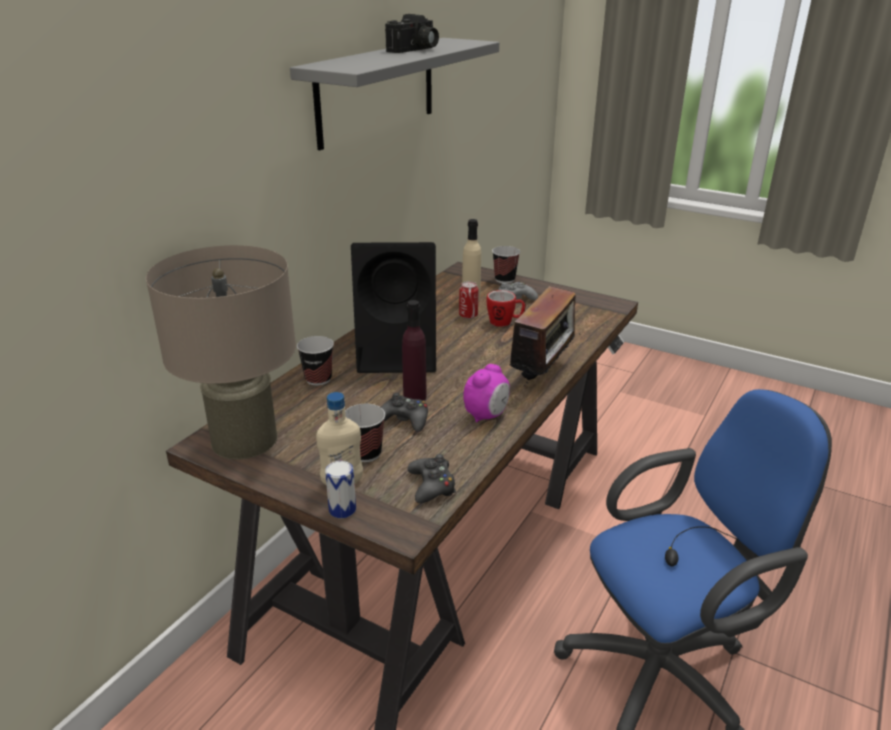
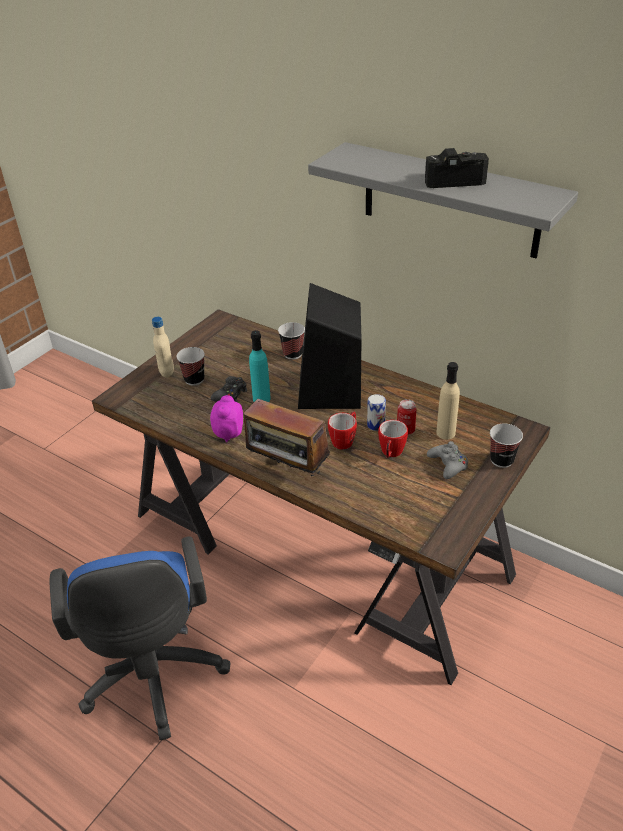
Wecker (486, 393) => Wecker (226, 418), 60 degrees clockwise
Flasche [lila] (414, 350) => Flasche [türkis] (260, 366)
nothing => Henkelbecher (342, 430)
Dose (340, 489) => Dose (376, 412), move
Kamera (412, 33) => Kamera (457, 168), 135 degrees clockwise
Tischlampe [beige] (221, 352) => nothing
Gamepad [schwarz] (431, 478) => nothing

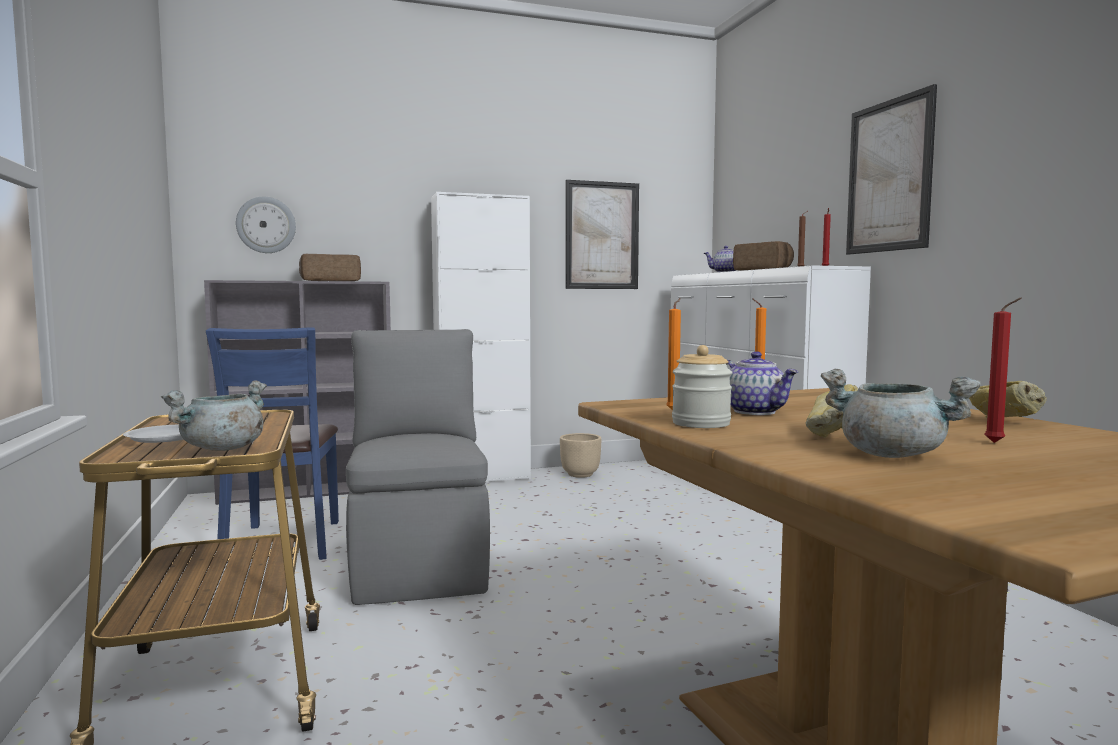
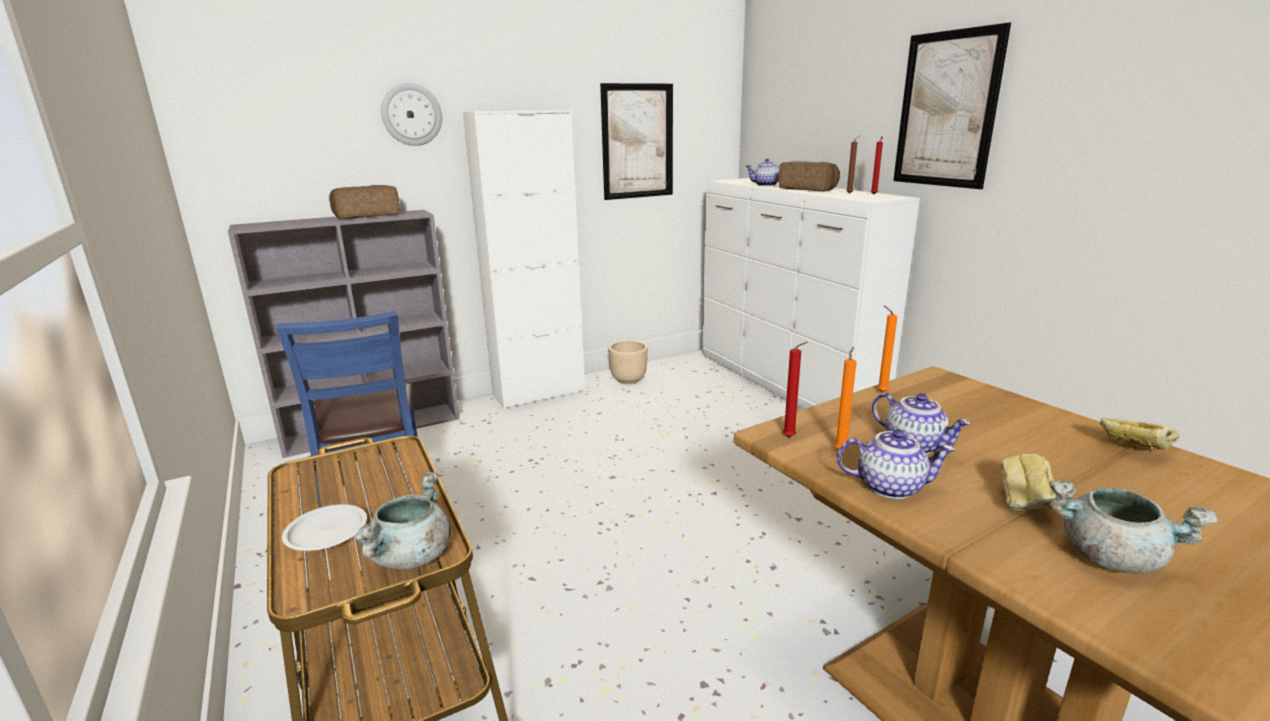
Wanduhr (266, 225) => Wanduhr (411, 114), move
Kerze [rot] (1003, 370) => Kerze [rot] (795, 389), move
Vorratsglas (702, 386) => Teekanne (896, 464)
Stuhl [grau] (418, 467) => nothing

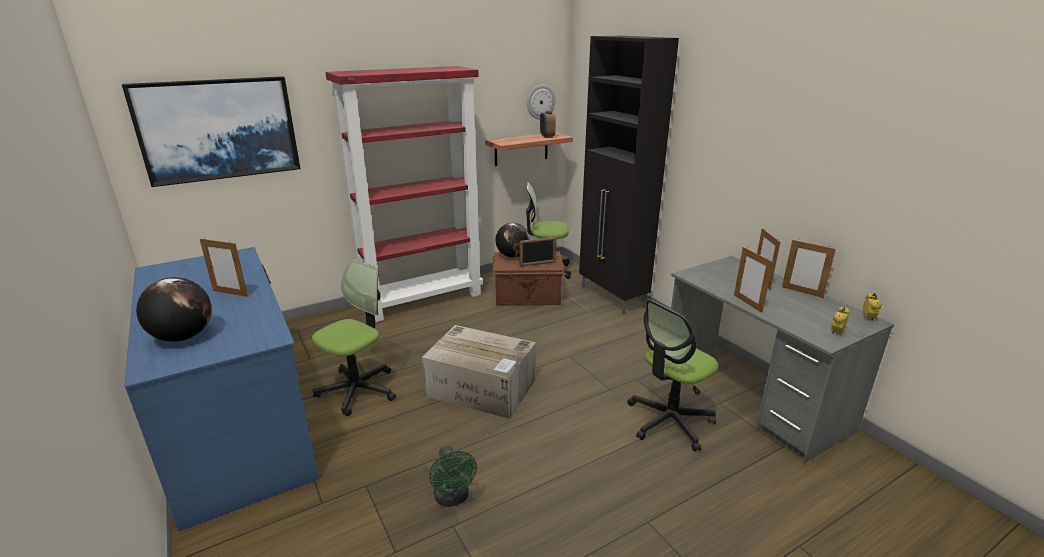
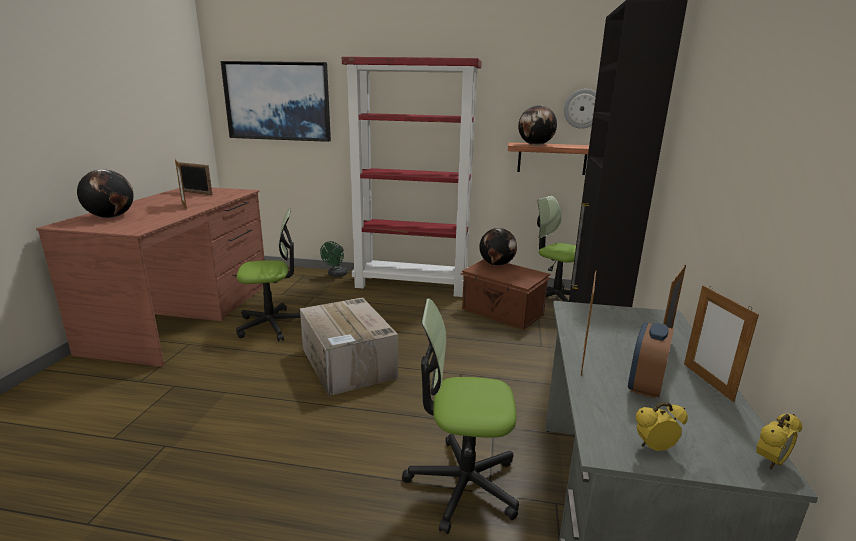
Schreibtisch [blau] (221, 389) => Schreibtisch [braun] (150, 277)
Bilderrahmen (538, 252) => Bilderrahmen (195, 178), move
Ventilator [grün] (453, 476) => Ventilator [grün] (333, 259), move
nothing => Globus (537, 125)
Wecker (548, 124) => Wecker (651, 360), move

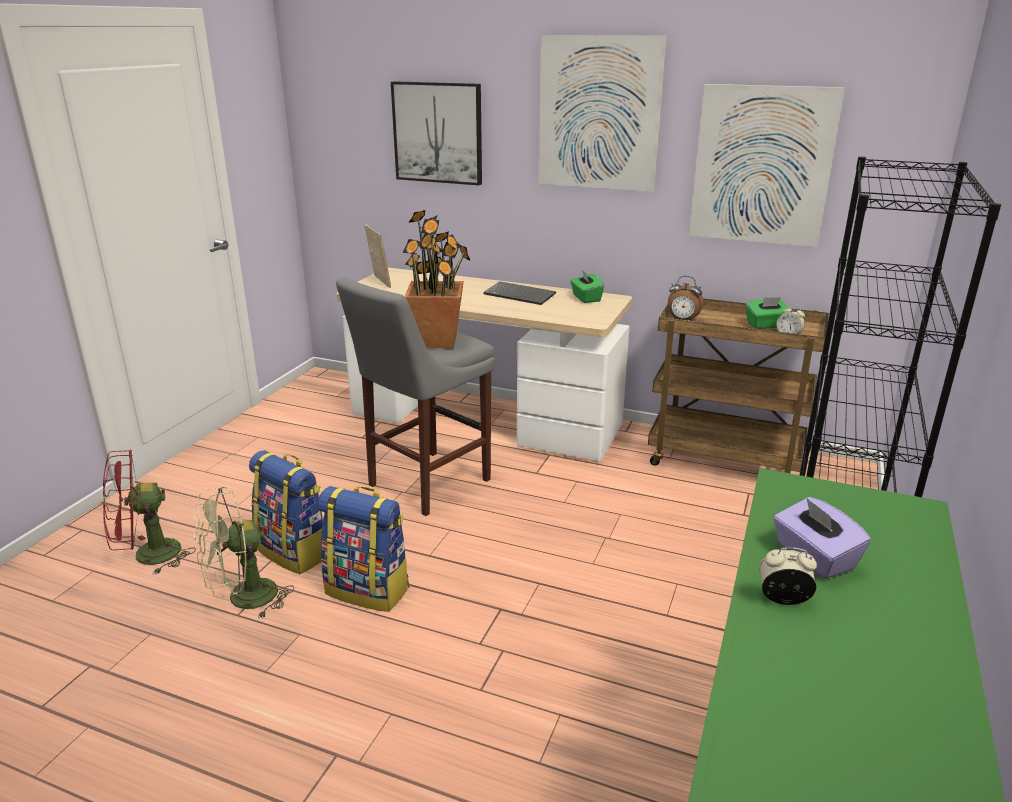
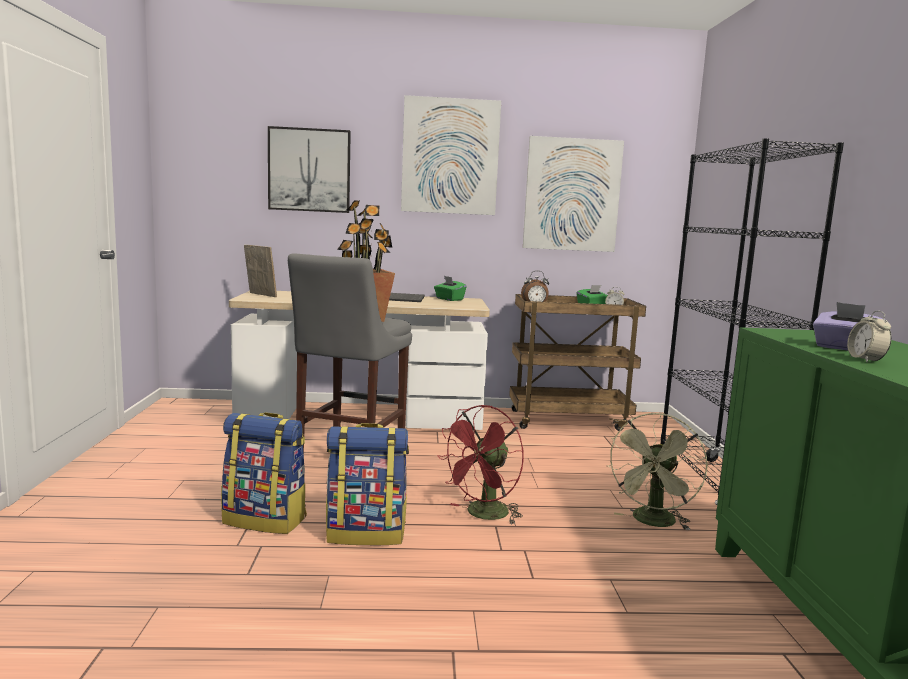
Ventilator [rot] (149, 512) => Ventilator [rot] (480, 465), move
Ventilator [grün] (244, 552) => Ventilator [grün] (657, 472), move
Wecker (788, 576) => Wecker (869, 336), 75 degrees counterclockwise

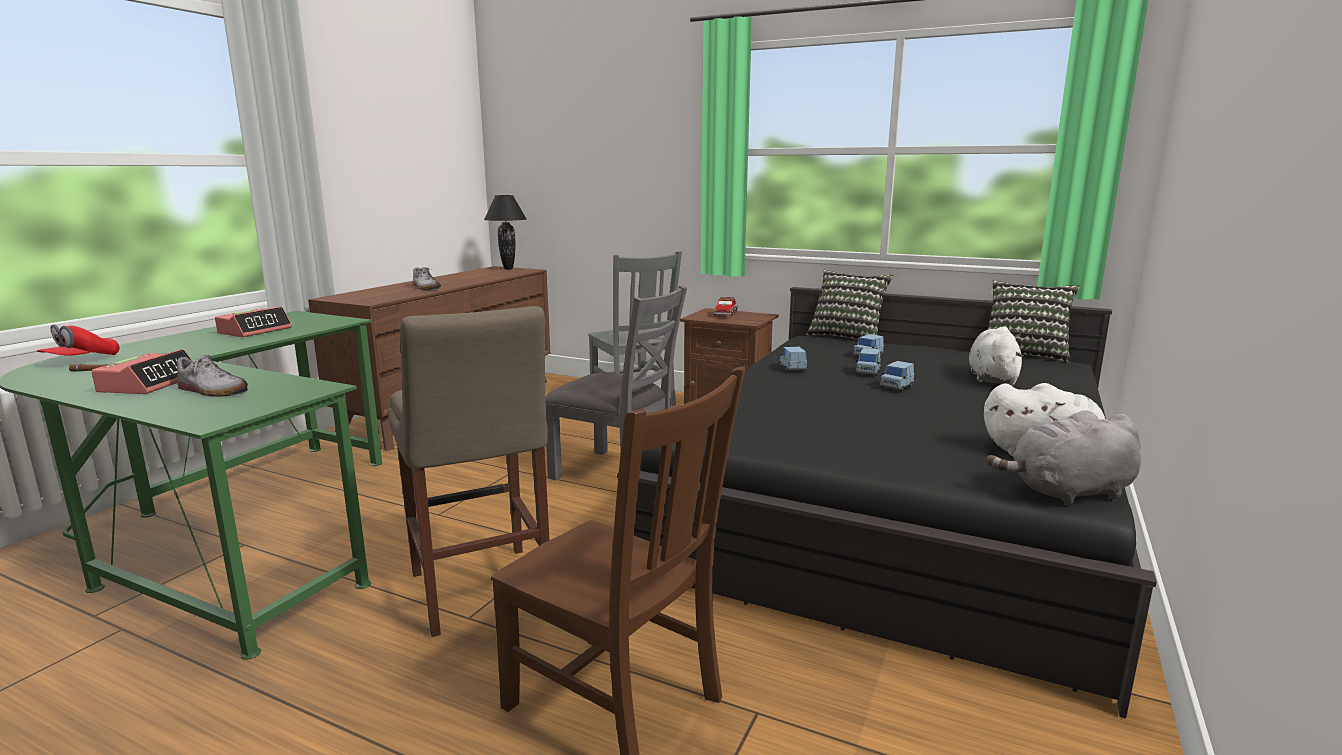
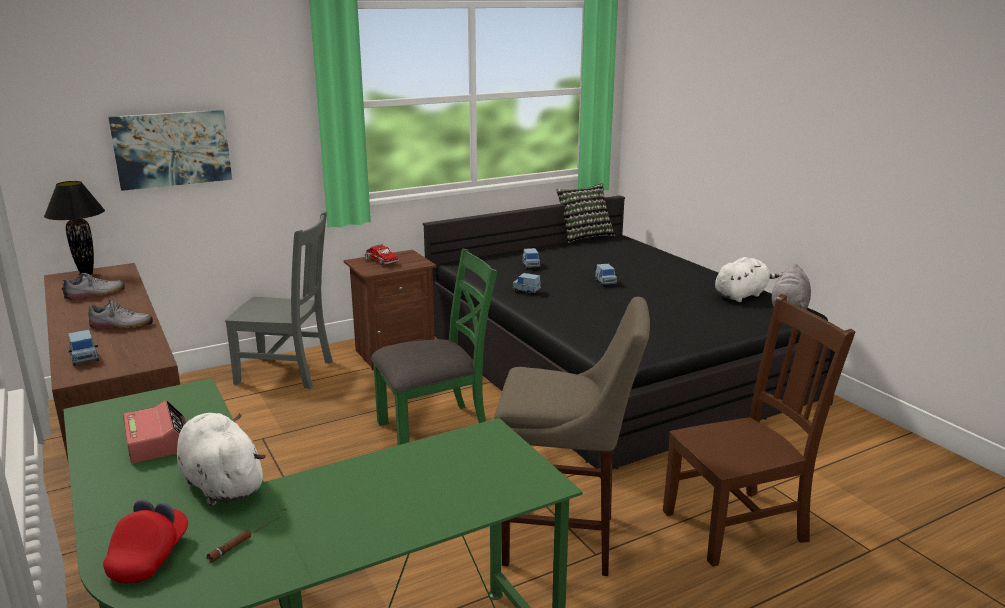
Schuh (212, 375) => Schuh (93, 286), move
Spielzeugauto [blau] (868, 362) => Spielzeugauto [blau] (83, 348), move
Kappe [rot] (78, 340) => Kappe [rot] (145, 542), 135 degrees counterclockwise
nothing => Bild (170, 150)
Plüschtier [weiß] (996, 356) => Plüschtier [weiß] (221, 459), move
Stuhl [grau] (616, 382) => Stuhl [grün] (434, 347)
Wecker (141, 371) => nothing
Kissen (850, 305) => nothing

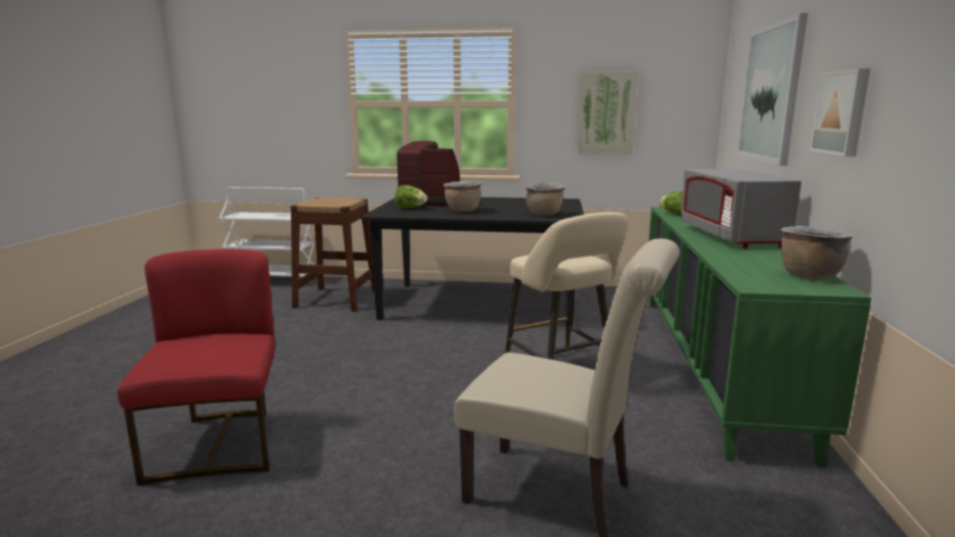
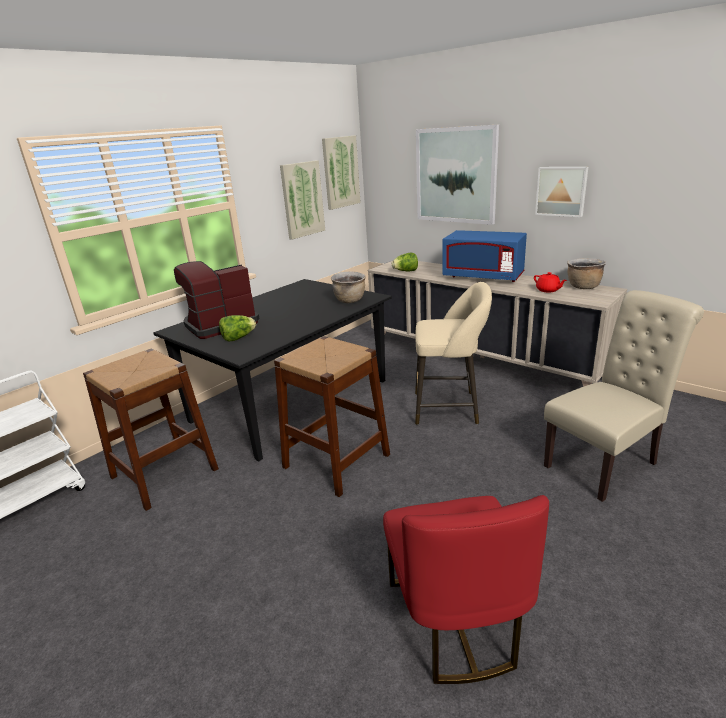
nothing => Hocker [braun] (332, 416)
nothing => Bild (341, 173)
Schrank [grün] (760, 337) => Schrank [beige] (497, 324)
Stuhl [rot] (196, 367) => Stuhl [rot] (466, 589), 120 degrees counterclockwise
Mikrowelle [grau] (740, 208) => Mikrowelle [blau] (484, 256)
nothing => Teekanne [rot] (550, 282)
Kochtopf [braun] (462, 196) => nothing

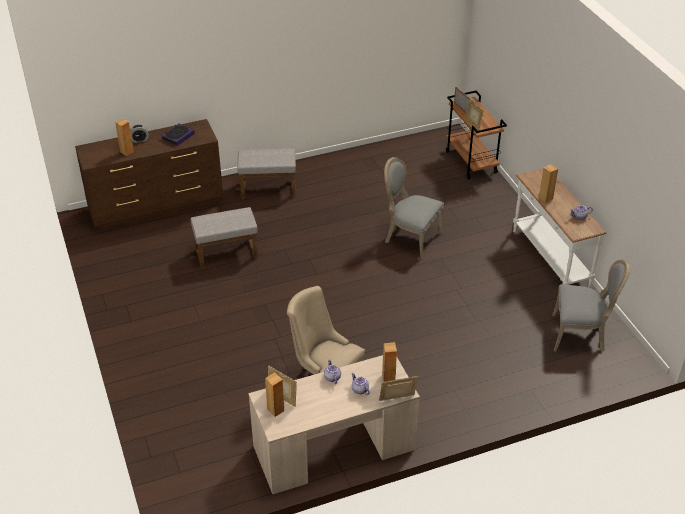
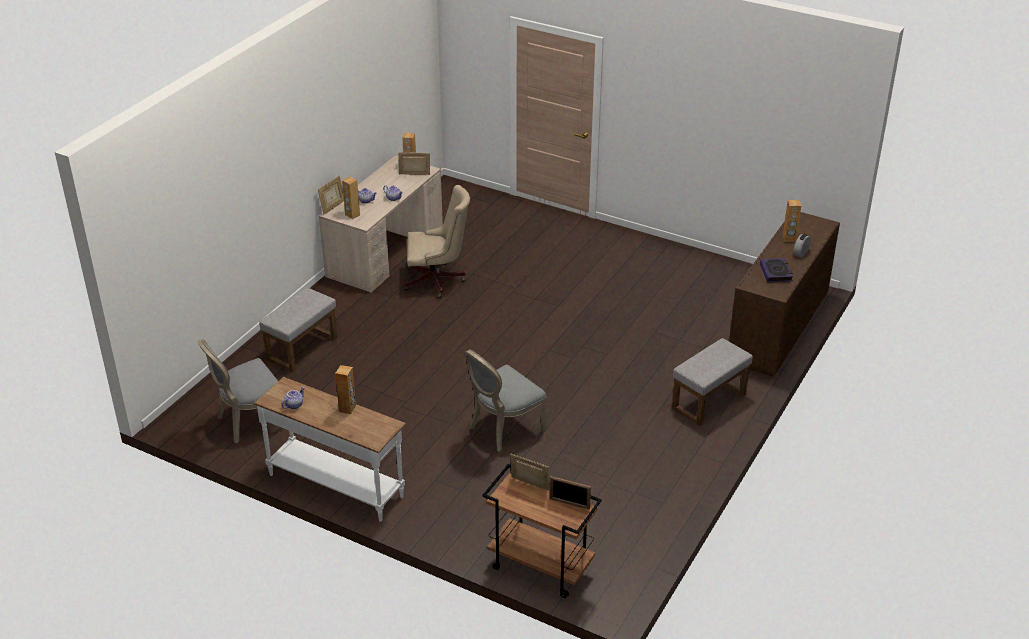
Polsterhocker [grau] (224, 237) => Polsterhocker [grau] (298, 330), move
Stuhl [grau] (414, 208) => Stuhl [grau] (506, 400), 150 degrees clockwise

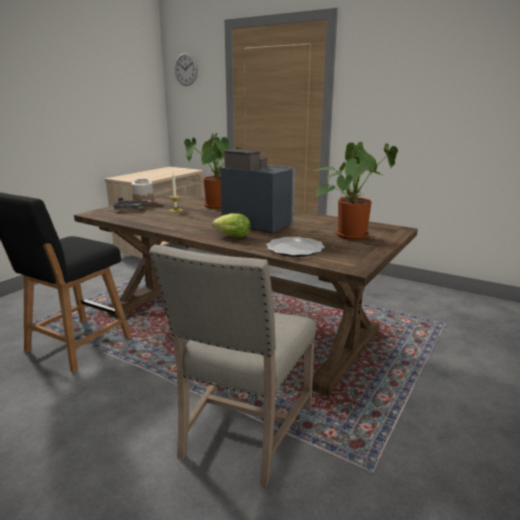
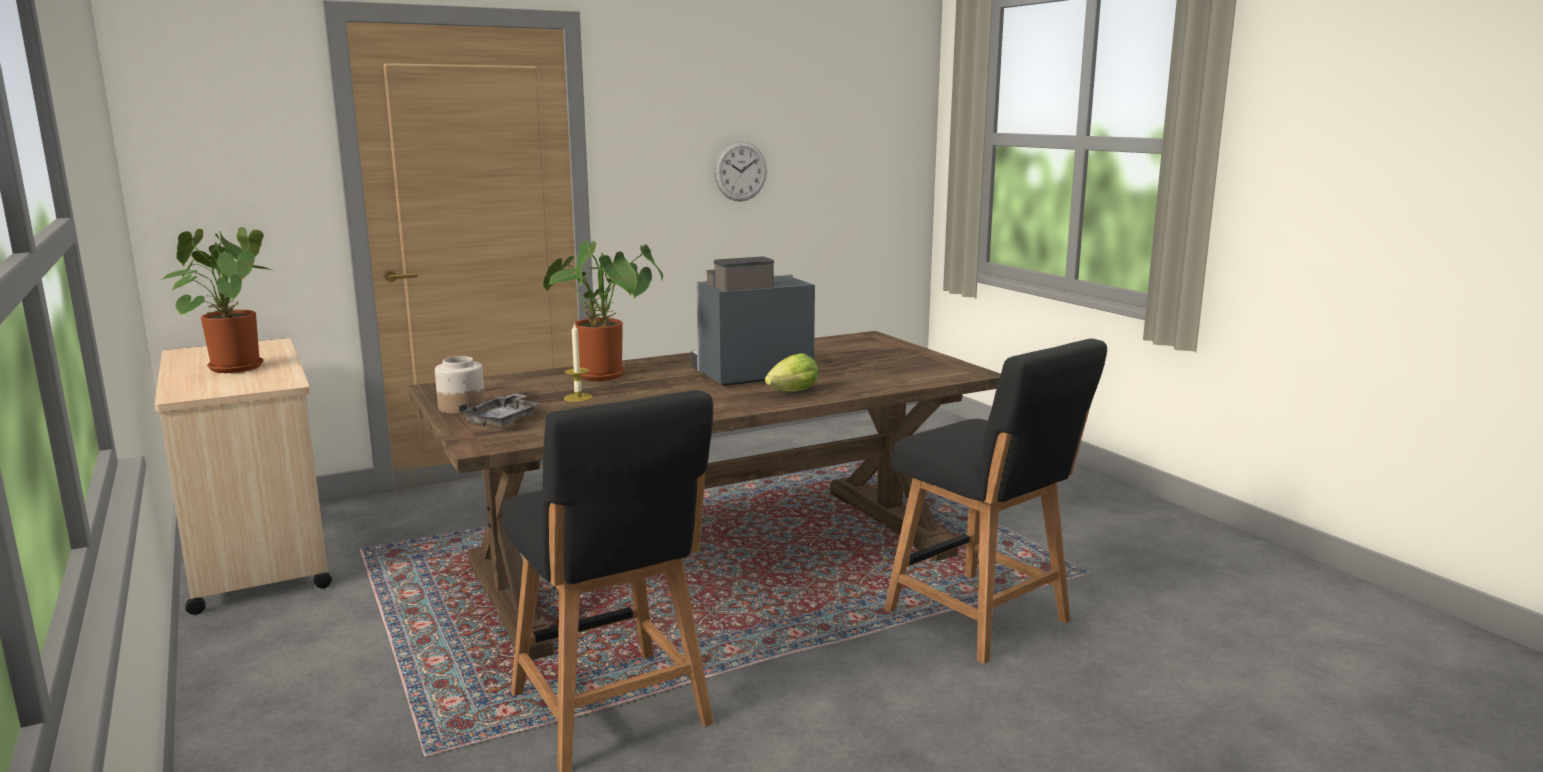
Topfpflanze (356, 191) => Topfpflanze (215, 300), move
Wanduhr (186, 69) => Wanduhr (740, 171), move
Stuhl [beige] (232, 365) => Hocker [schwarz] (995, 501)
Teller (295, 247) => nothing

